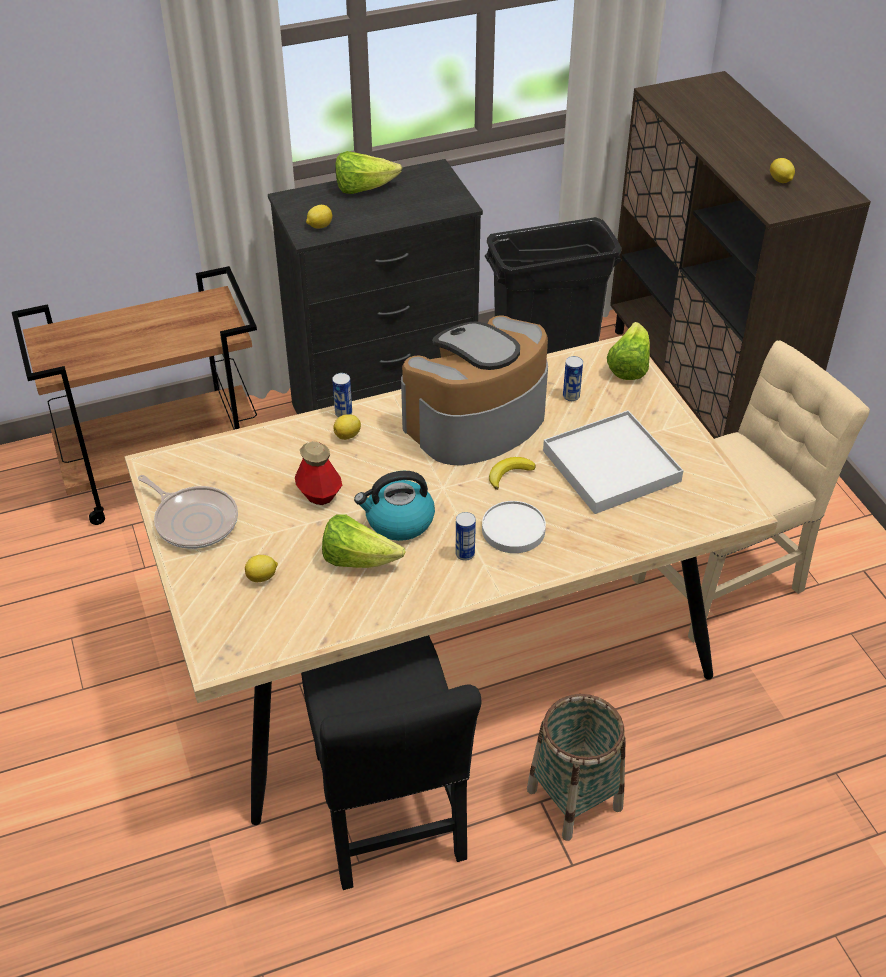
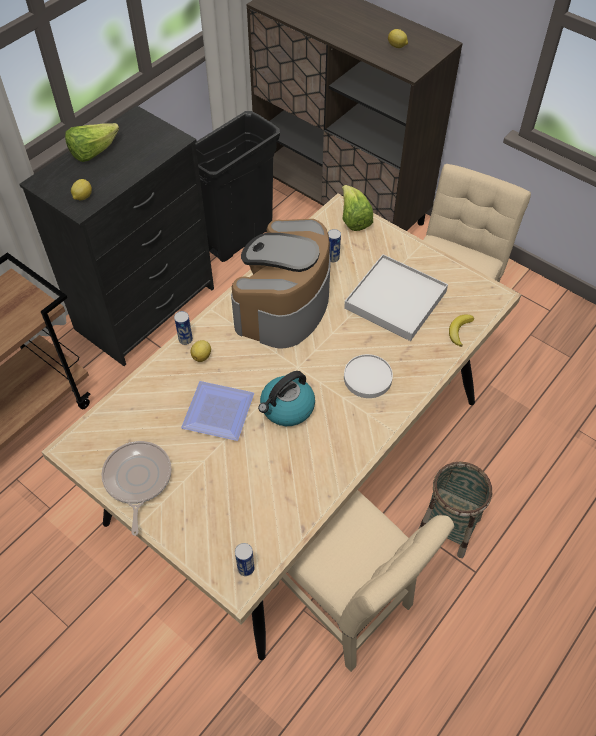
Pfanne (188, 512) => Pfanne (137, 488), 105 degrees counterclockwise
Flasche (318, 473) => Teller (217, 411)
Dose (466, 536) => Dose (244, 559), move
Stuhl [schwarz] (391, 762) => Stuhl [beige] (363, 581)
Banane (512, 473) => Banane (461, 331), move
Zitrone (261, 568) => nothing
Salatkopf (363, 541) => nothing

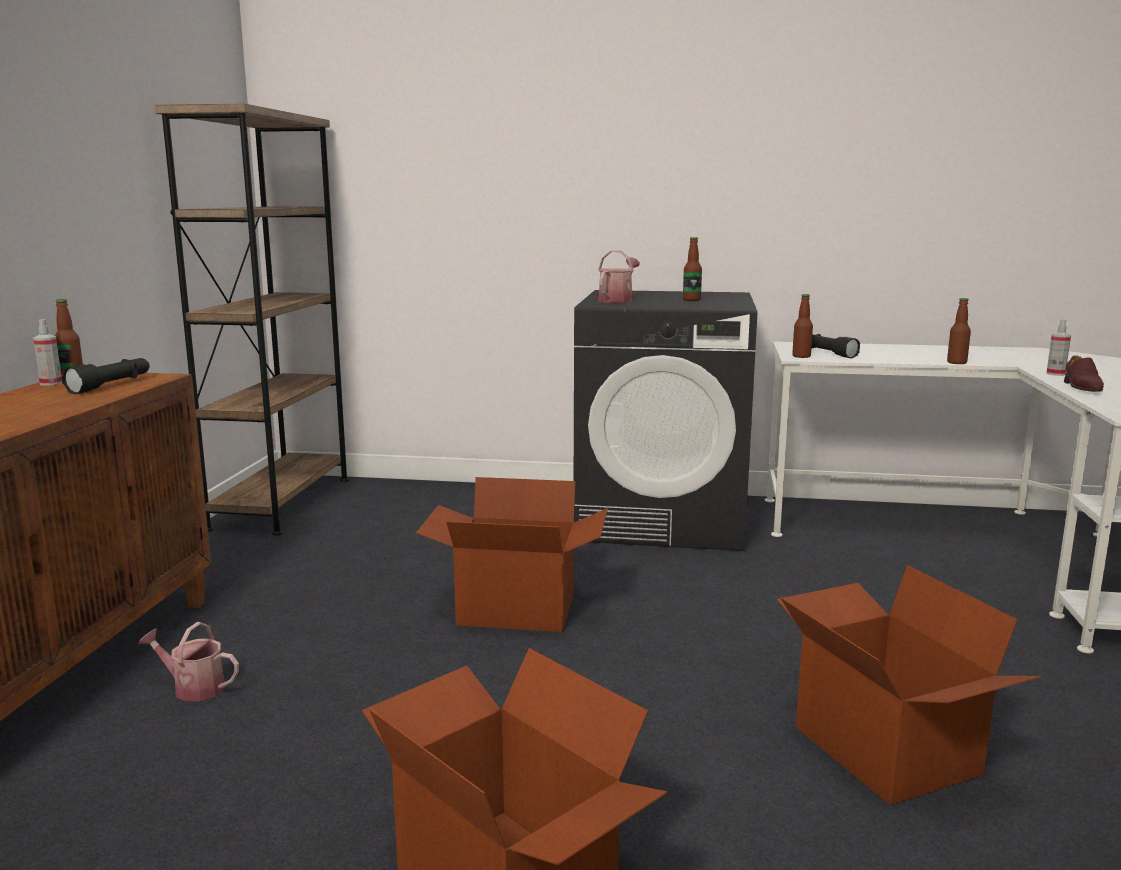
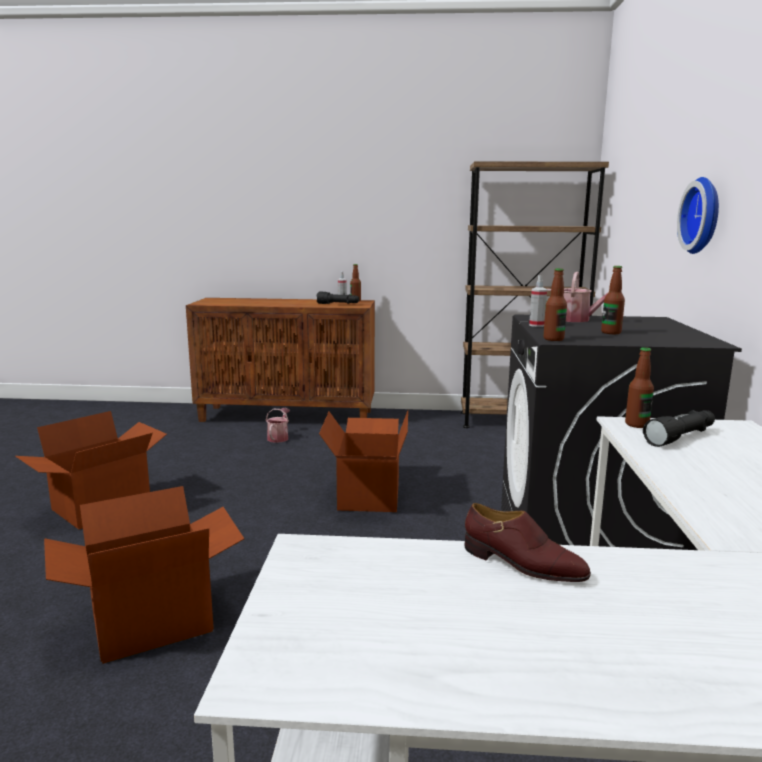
Schuh [braun] (1084, 373) => Schuh [braun] (528, 542), 150 degrees counterclockwise
Sprühflasche (1058, 347) => Sprühflasche (538, 301), move
Flasche (959, 331) => Flasche (555, 304), move
nothing => Wanduhr (698, 215)

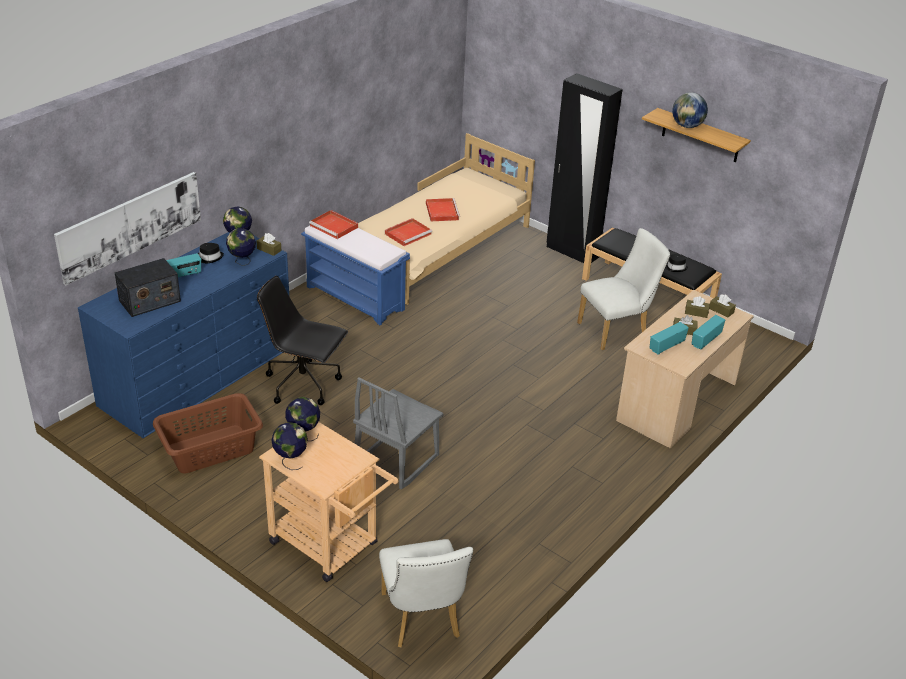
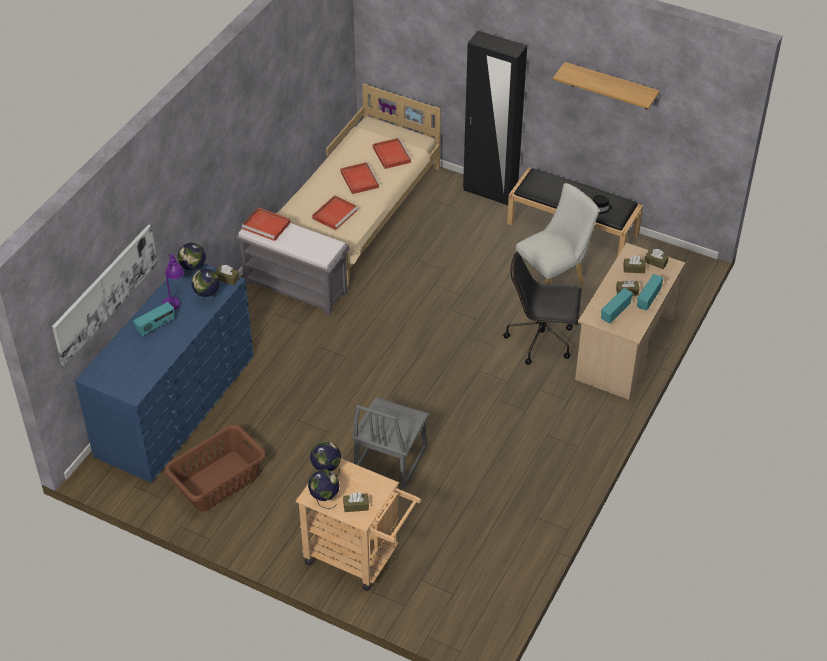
Hut [schwarz] (211, 253) => Tischlampe [lila] (173, 282)
Bank [blau] (355, 276) => Bank [grau] (292, 269)
nothing => Taschentuchbox [braun] (356, 502)
nothing => Tablett [rot] (392, 153)
Bürostuhl [schwarz] (302, 340) => Bürostuhl [schwarz] (542, 308), move
Radio (148, 287) => nothing
Stuhl [weiß] (426, 593) => nothing
Globus (690, 110) => nothing

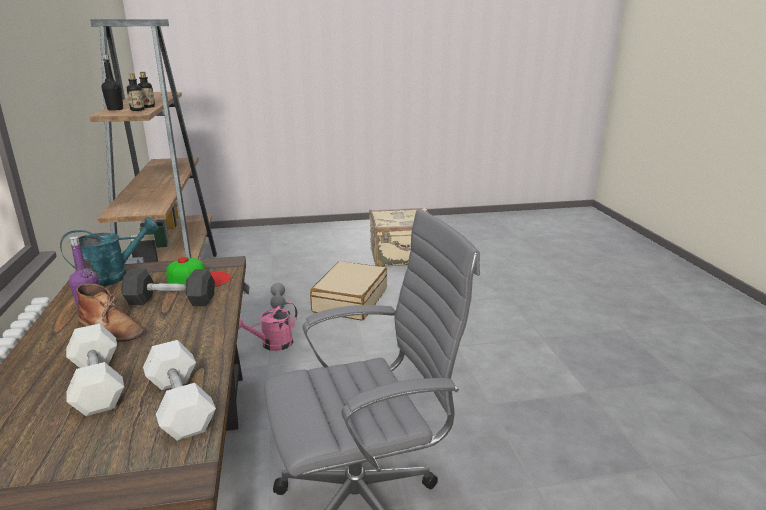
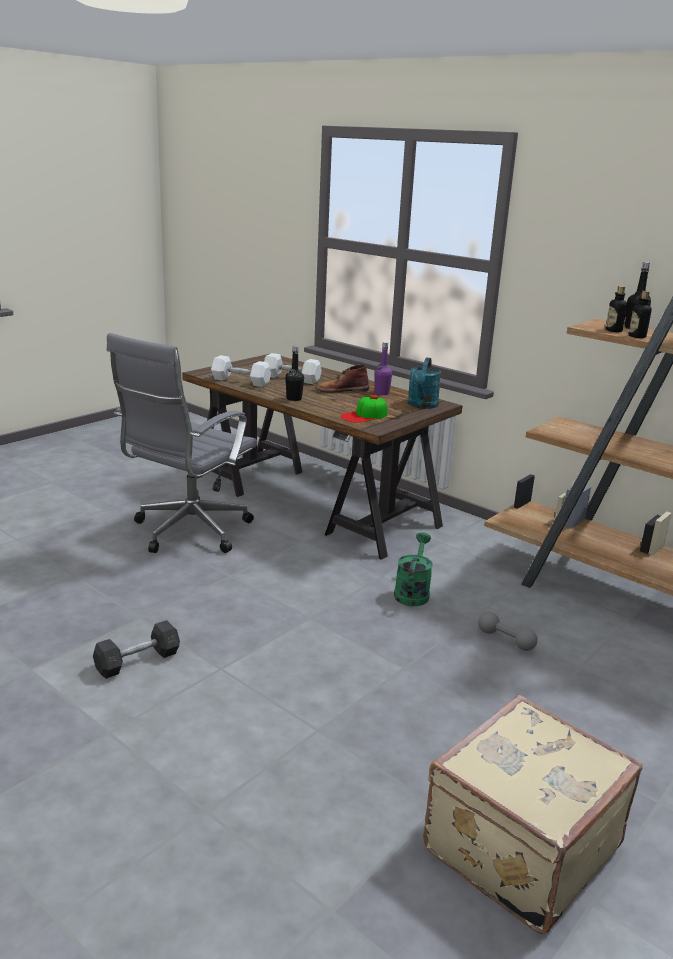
Hantel [grau] (168, 287) => Hantel [grau] (136, 649), move
nothing => Flasche [schwarz] (294, 373)
Gießkanne [rosa] (267, 326) => Gießkanne [grün] (413, 569)
Koffer [beige] (348, 291) => nothing

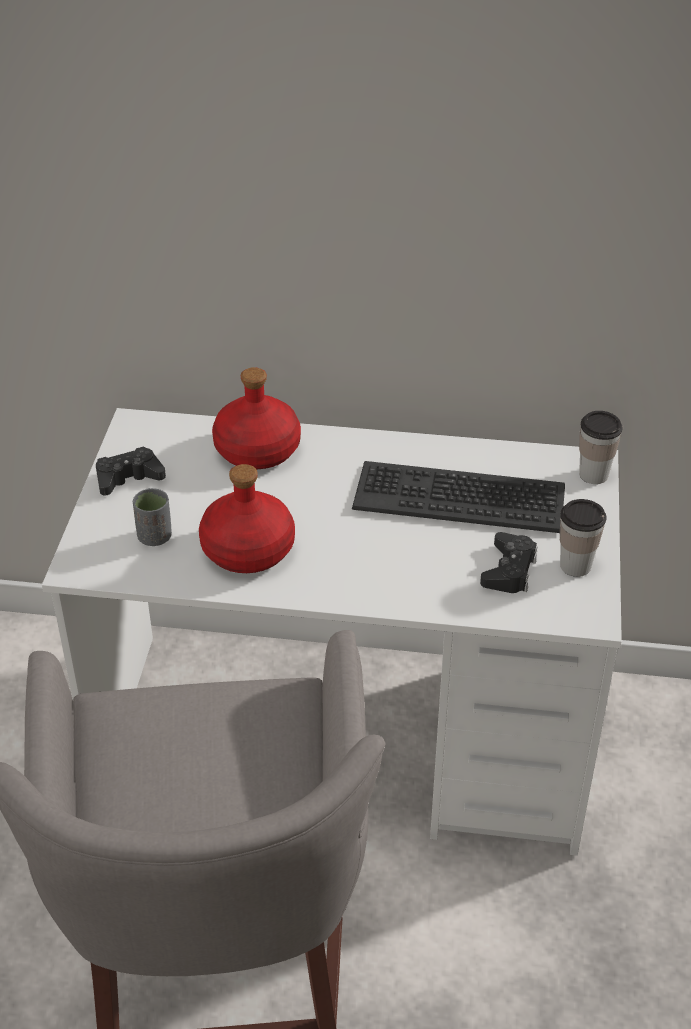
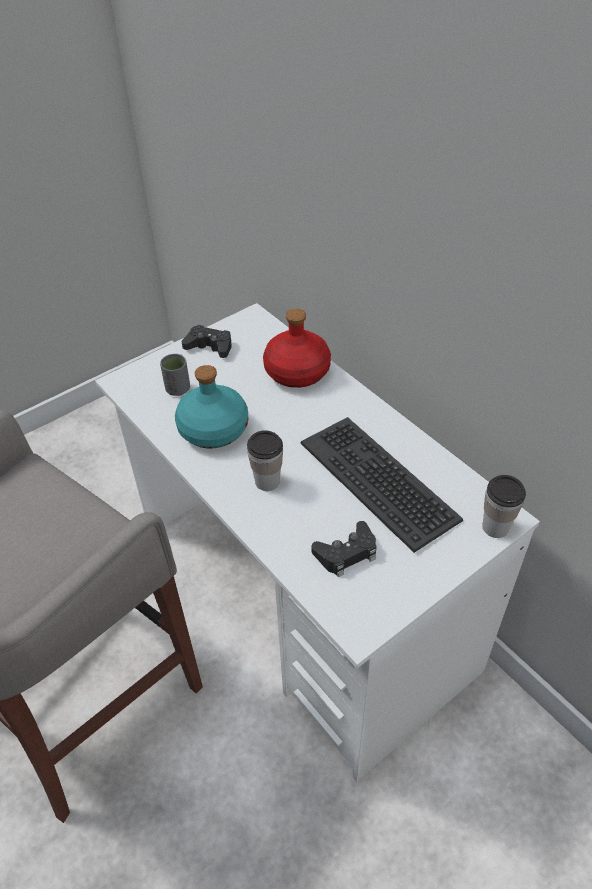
Flasche [rot] (247, 518) => Flasche [türkis] (211, 406)
Tasse (583, 538) => Tasse (265, 460), move

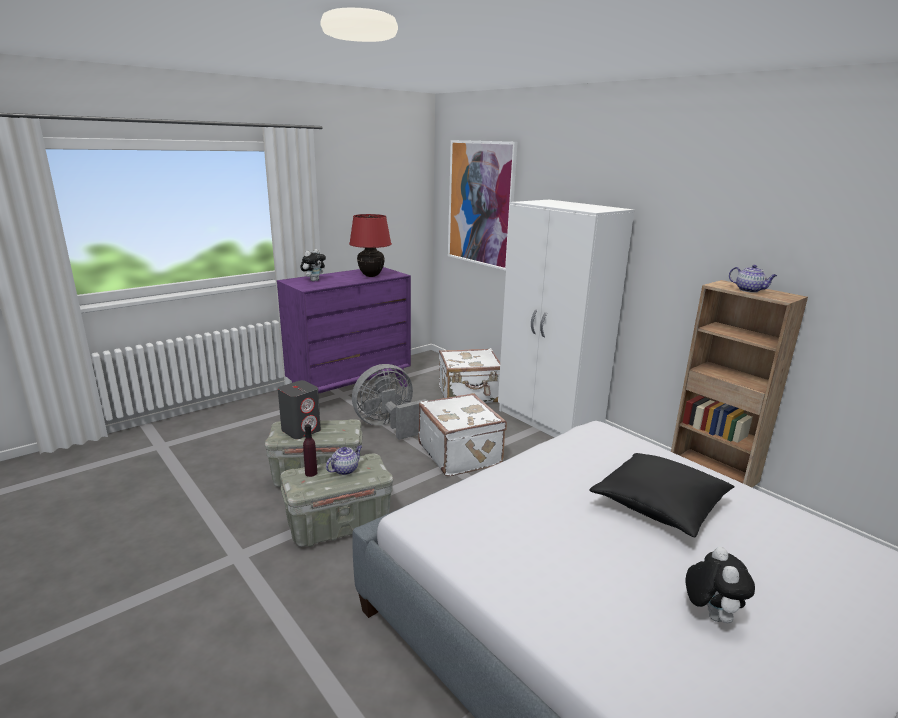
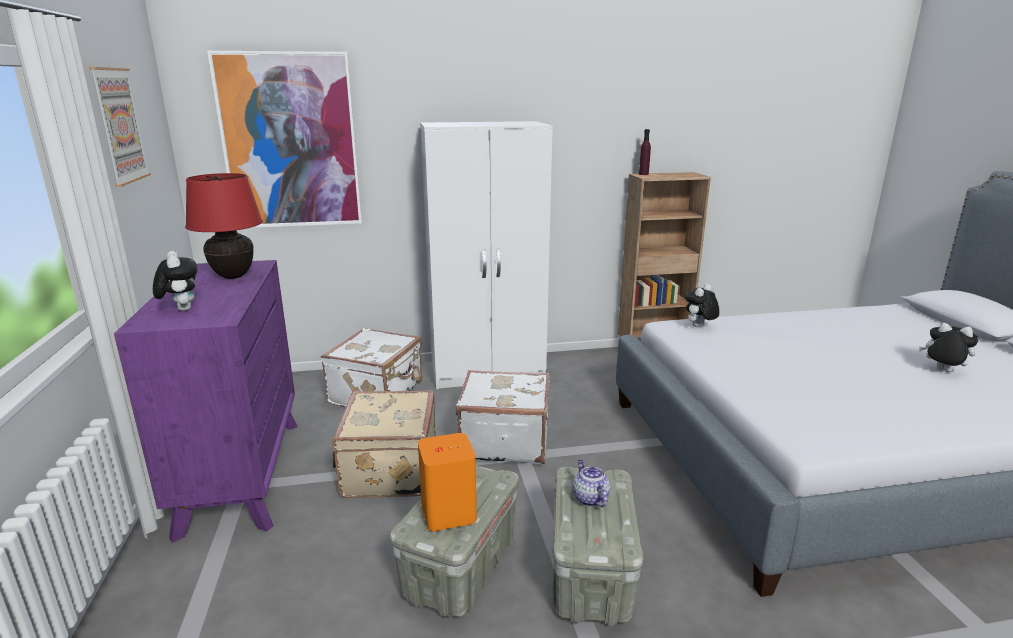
nothing => Bild (120, 127)
Ventilator [grau] (389, 402) => Koffer [beige] (384, 444)
Lautsprecher [grau] (299, 409) => Lautsprecher [orange] (447, 482)
Flasche [lila] (310, 450) => Flasche [lila] (645, 152), move
nothing => Plüschtier (702, 305)
Kissen [schwarz] (662, 495) => nothing
Teekanne (753, 279) => nothing

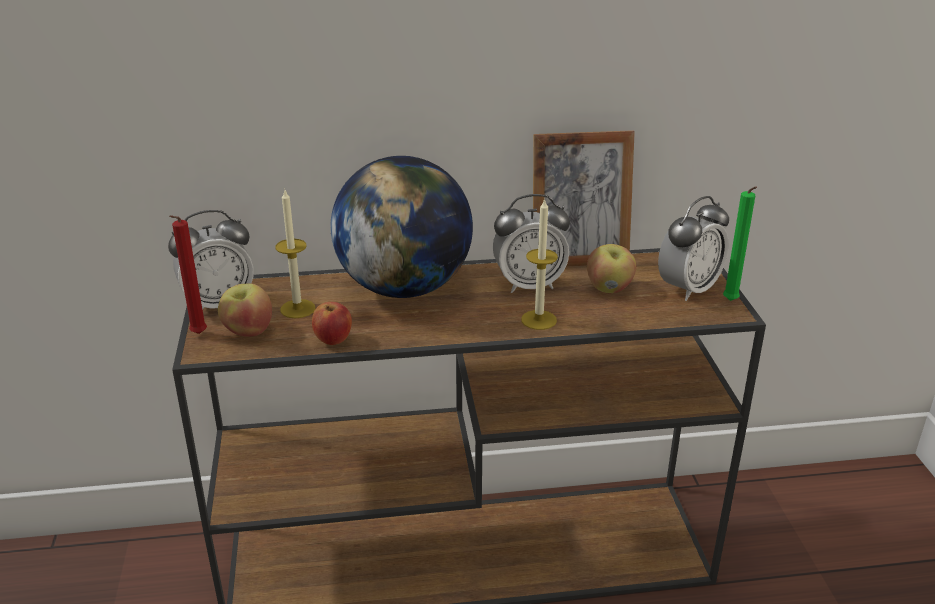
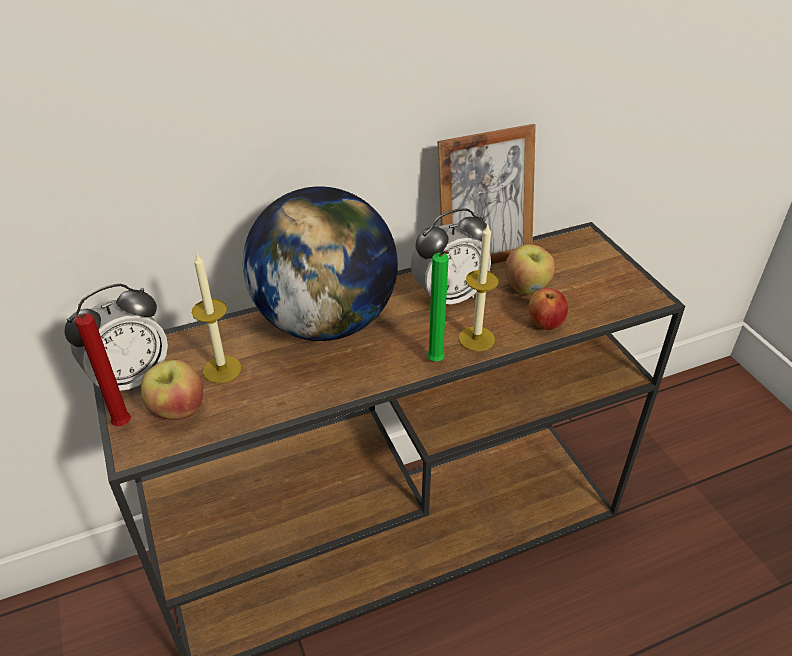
Kerze [grün] (740, 244) => Kerze [grün] (438, 306), move
Apfel (332, 323) => Apfel (548, 309), move
Wecker (693, 248) => nothing

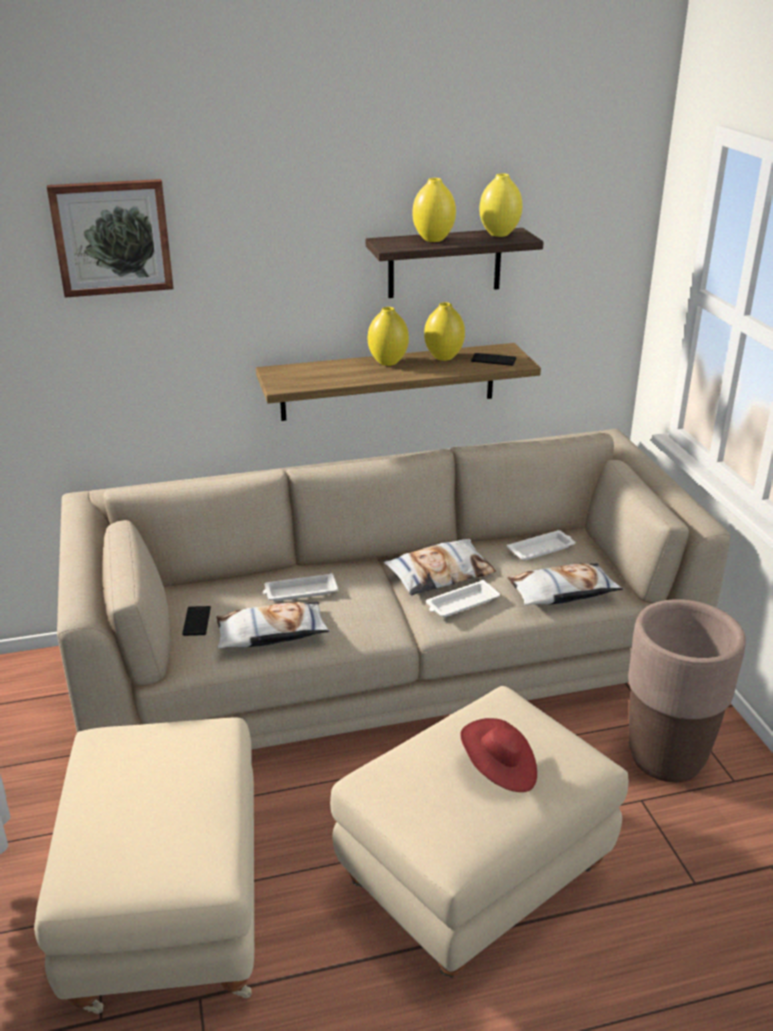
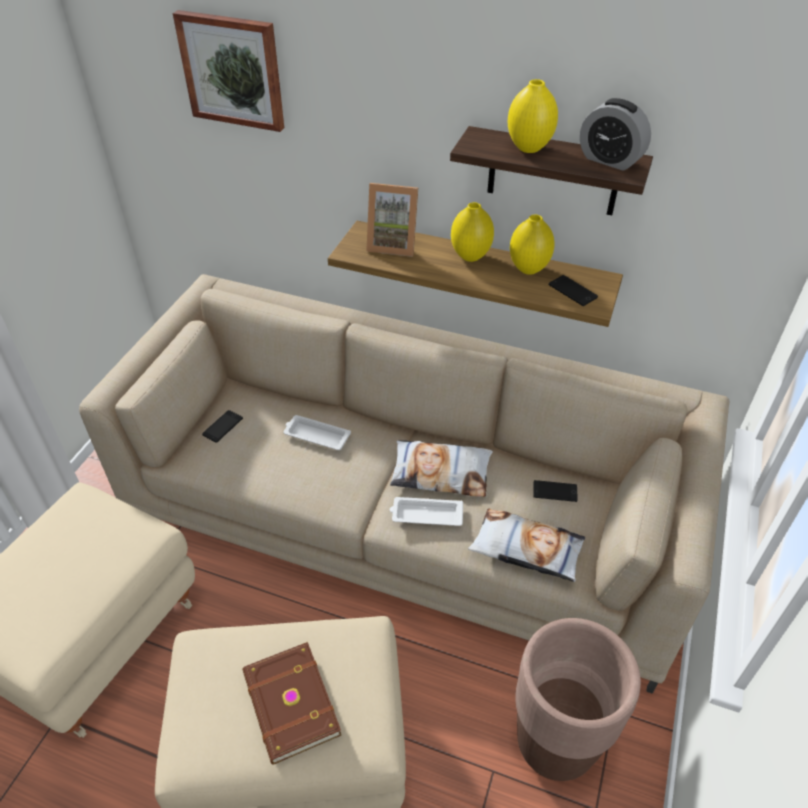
Hut [rot] (498, 755) => Buch [braun] (292, 703)
nothing => Bilderrahmen (392, 220)
Tablett [weiß] (541, 545) => Handy (555, 491)
Vase [gelb] (501, 205) => Wecker (615, 134)
Kissen (273, 625) => nothing

